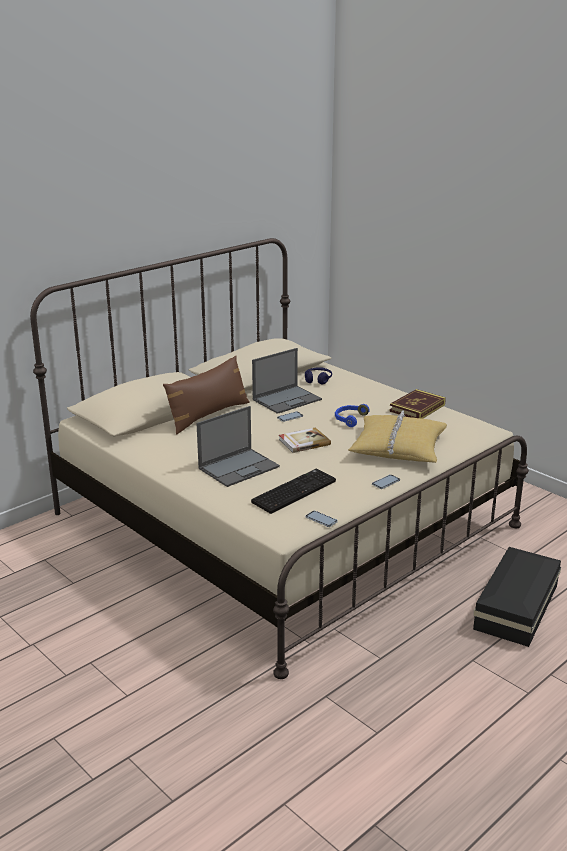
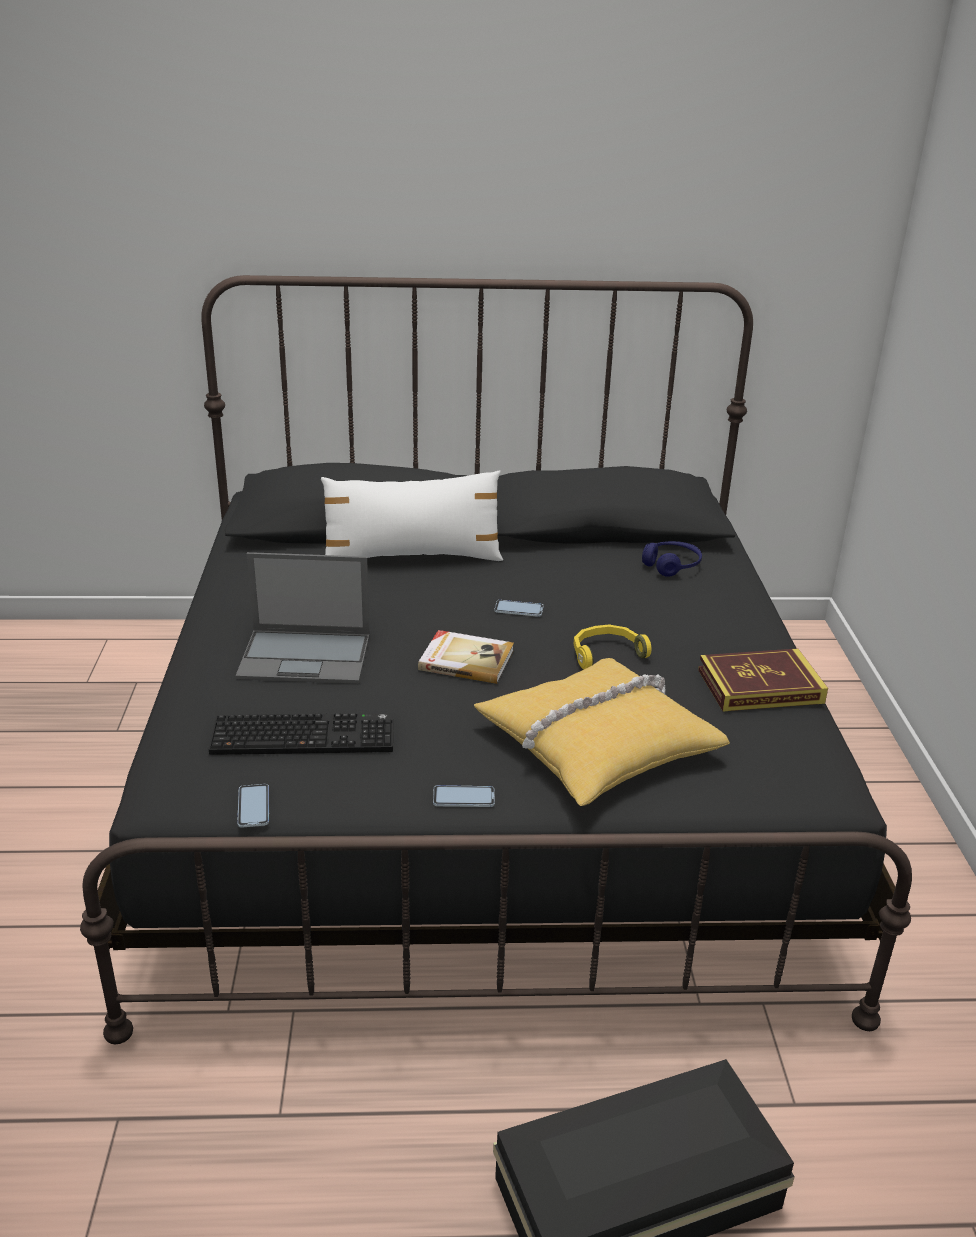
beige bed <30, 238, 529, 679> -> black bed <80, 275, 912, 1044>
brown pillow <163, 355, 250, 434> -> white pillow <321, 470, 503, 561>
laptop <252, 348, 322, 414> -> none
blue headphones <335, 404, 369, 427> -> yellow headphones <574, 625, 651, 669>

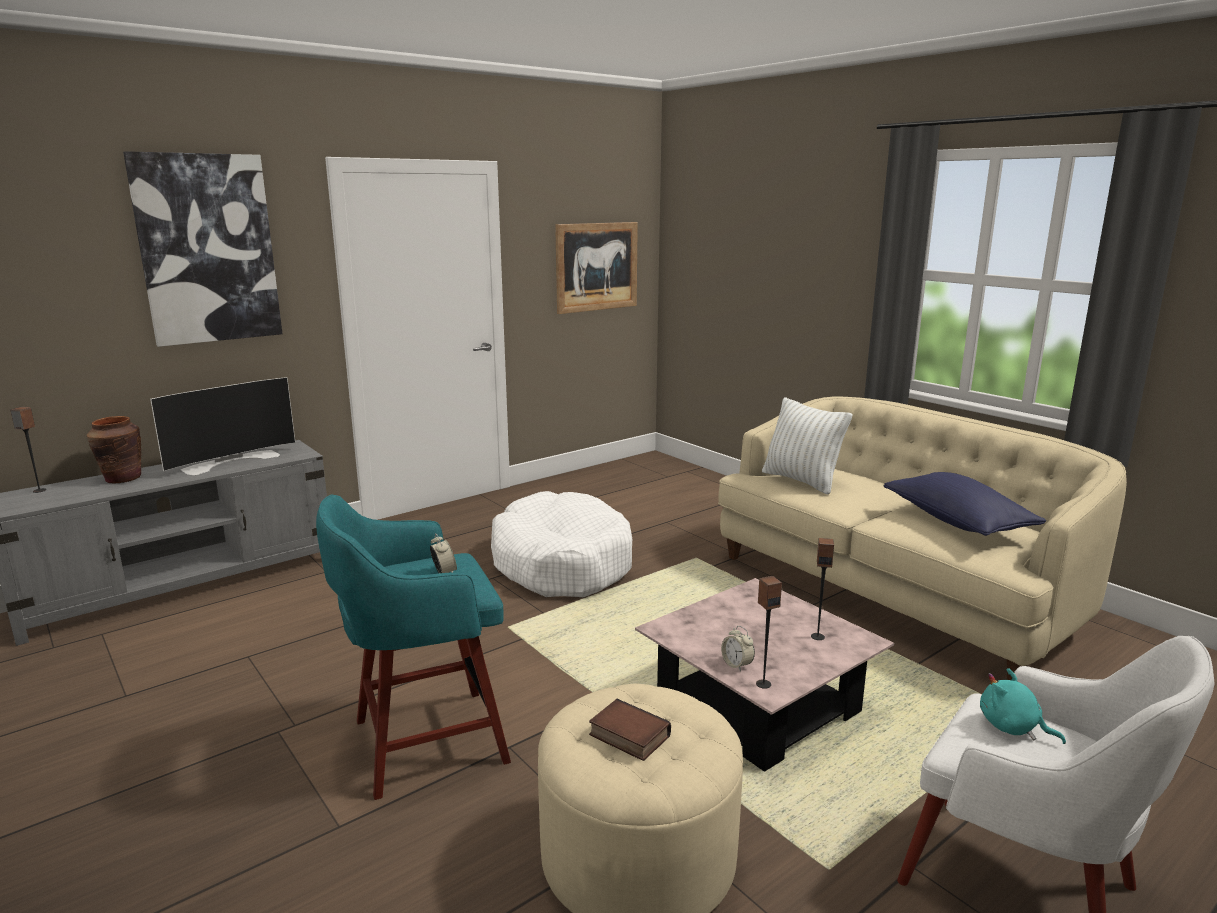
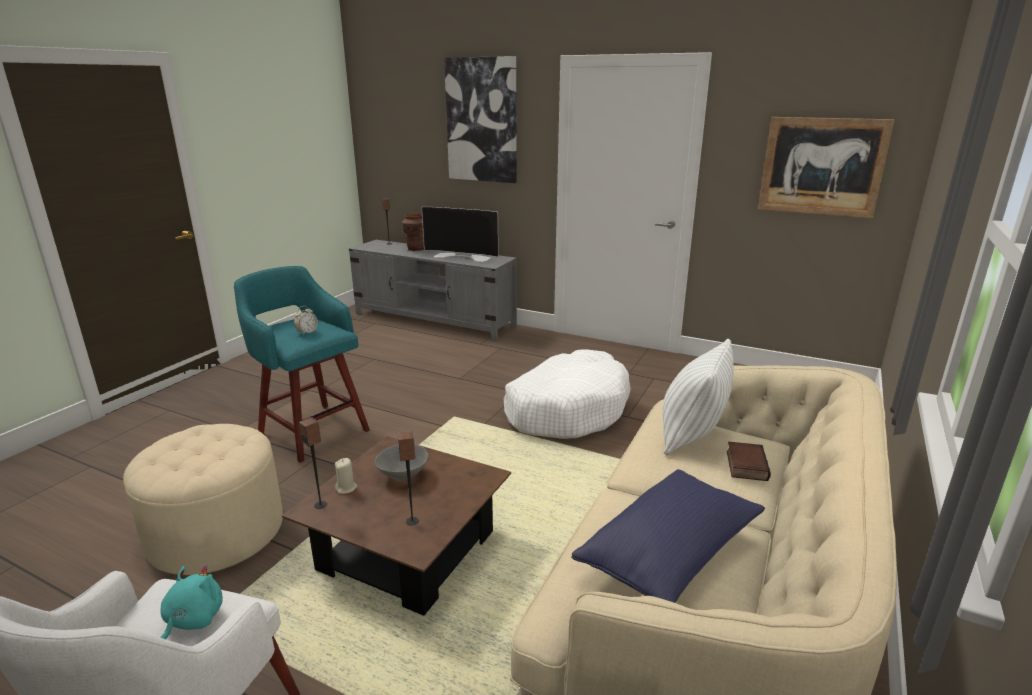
book <589, 699, 671, 761> -> book <727, 442, 771, 481>, shifted
pink coffee table <635, 578, 894, 772> -> brown coffee table <282, 436, 511, 616>
alarm clock <721, 626, 755, 672> -> beige candle <335, 458, 357, 494>
none -> grey bowl <375, 444, 428, 482>

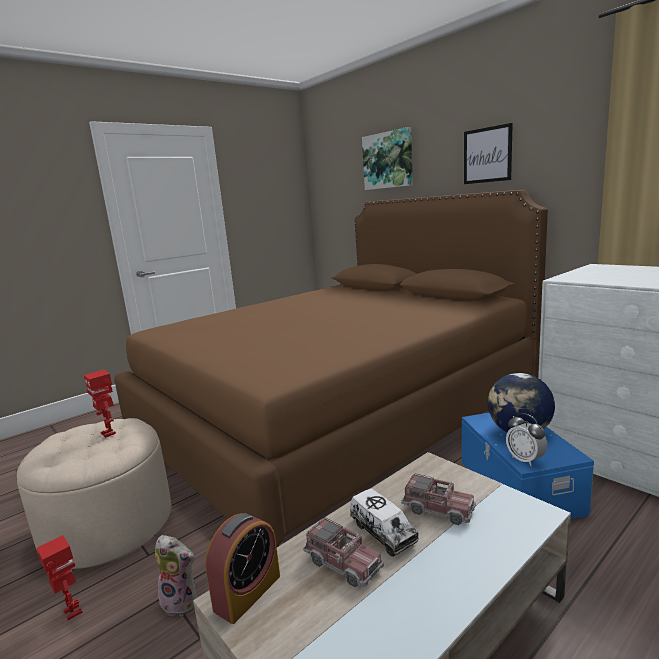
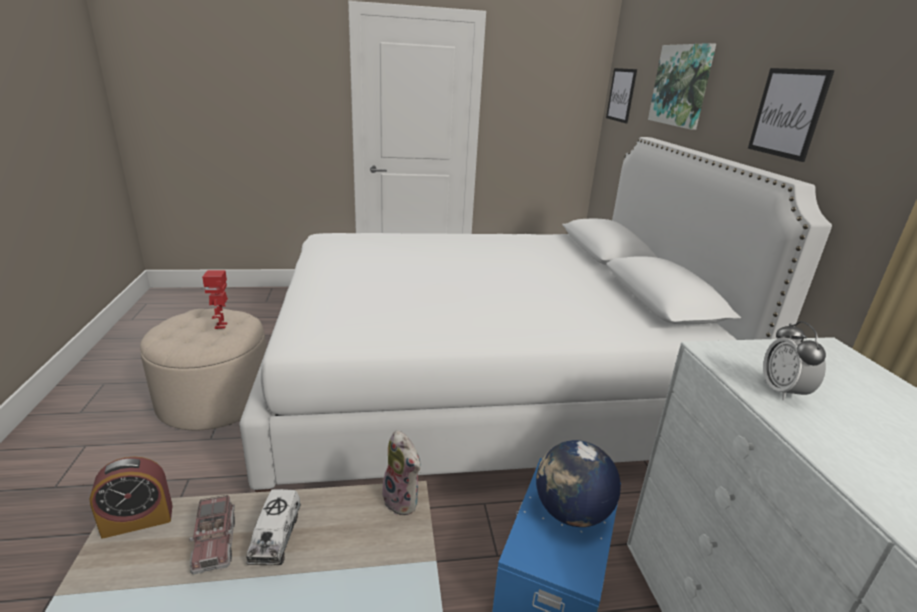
toy robot <37, 535, 83, 620> -> none
brown bed <114, 190, 548, 547> -> white bed <239, 137, 832, 492>
plush toy <155, 535, 197, 616> -> plush toy <382, 430, 421, 516>, shifted
toy truck <401, 473, 476, 525> -> none
alarm clock <506, 413, 547, 467> -> alarm clock <763, 321, 826, 401>, shifted
none -> picture <606, 68, 637, 123>

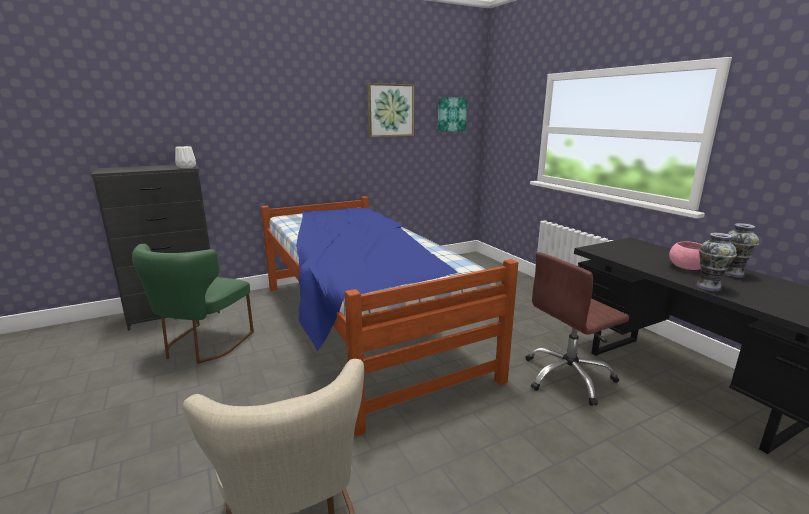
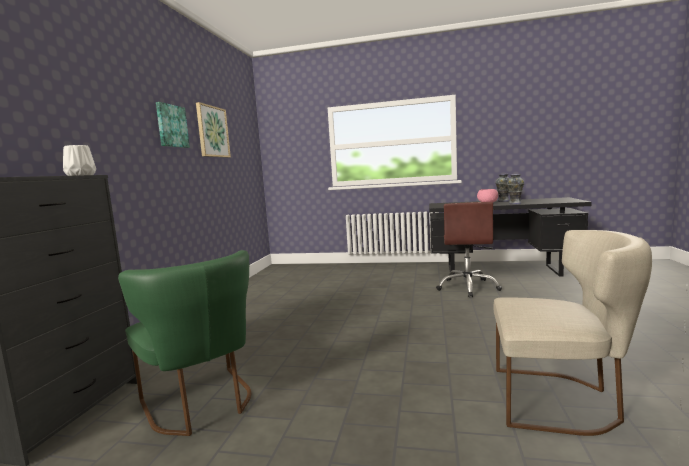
bed <261, 196, 518, 436> -> none
picture <438, 97, 467, 132> -> picture <156, 102, 190, 148>, shifted

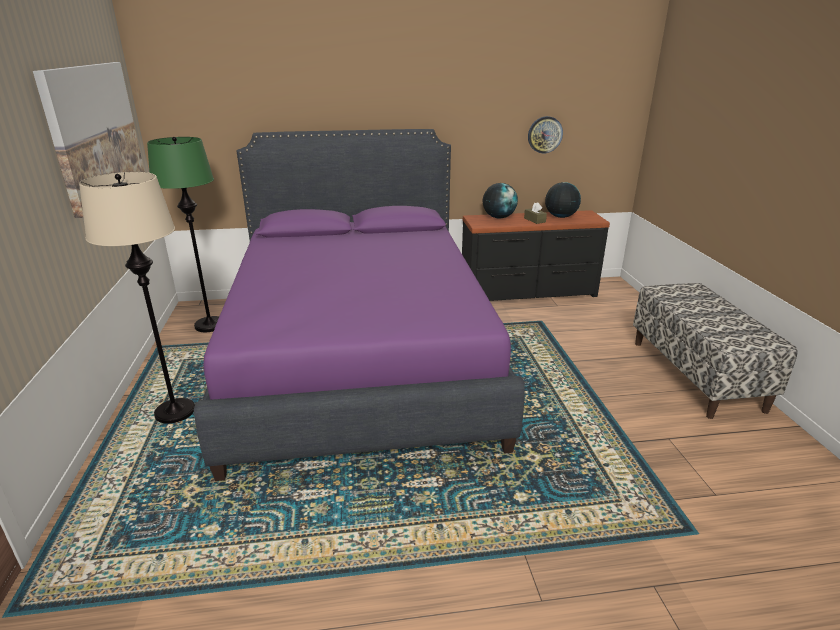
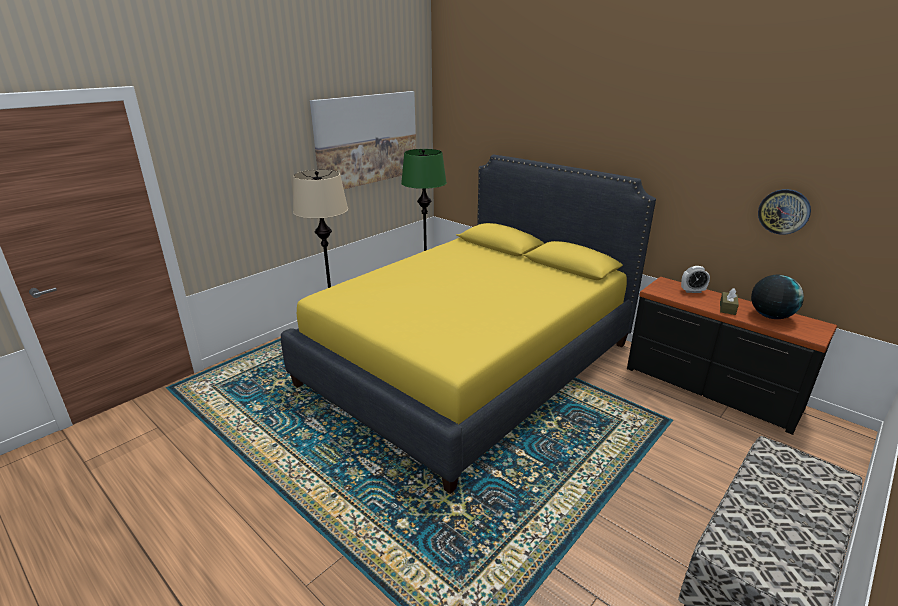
purple bed <194, 129, 525, 481> -> yellow bed <281, 154, 656, 494>
globe <483, 183, 518, 219> -> alarm clock <681, 266, 710, 293>

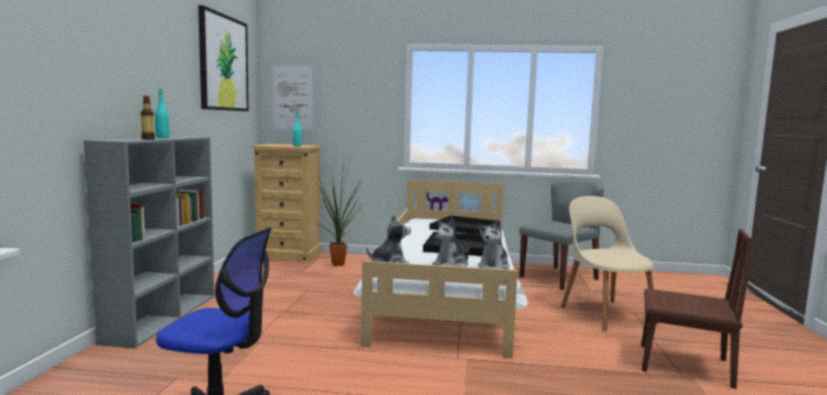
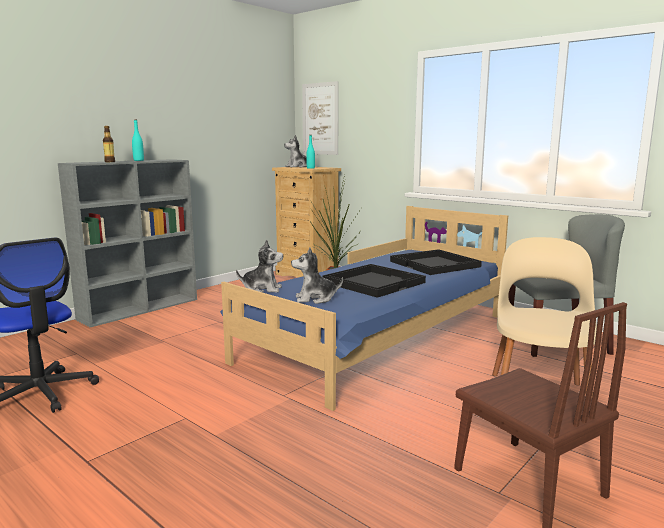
picture <198, 5, 249, 111> -> none
white bed <353, 179, 528, 359> -> blue bed <220, 206, 508, 411>
plush toy <478, 219, 510, 269> -> plush toy <284, 135, 307, 167>, shifted

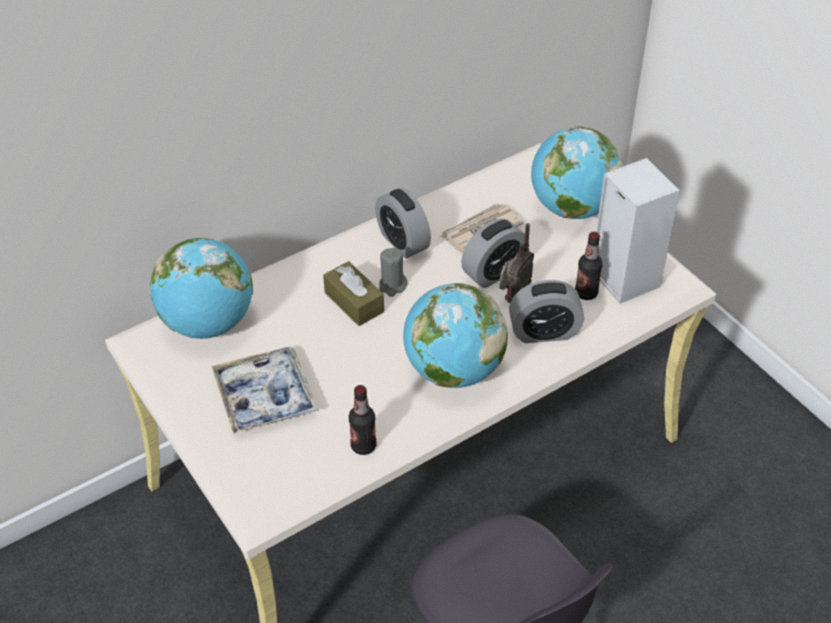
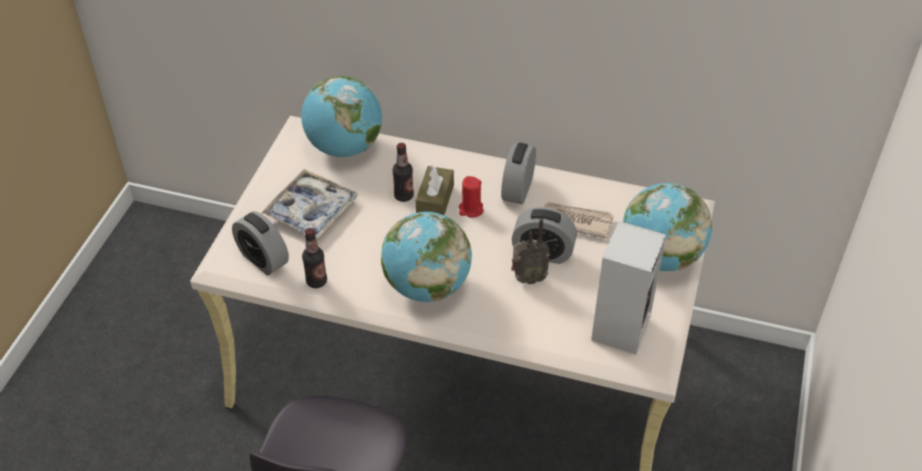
grey candle <379, 248, 407, 297> -> red candle <459, 176, 483, 218>
alarm clock <509, 280, 584, 343> -> alarm clock <232, 211, 289, 275>, shifted
bottle <575, 232, 603, 300> -> bottle <392, 143, 414, 202>, shifted

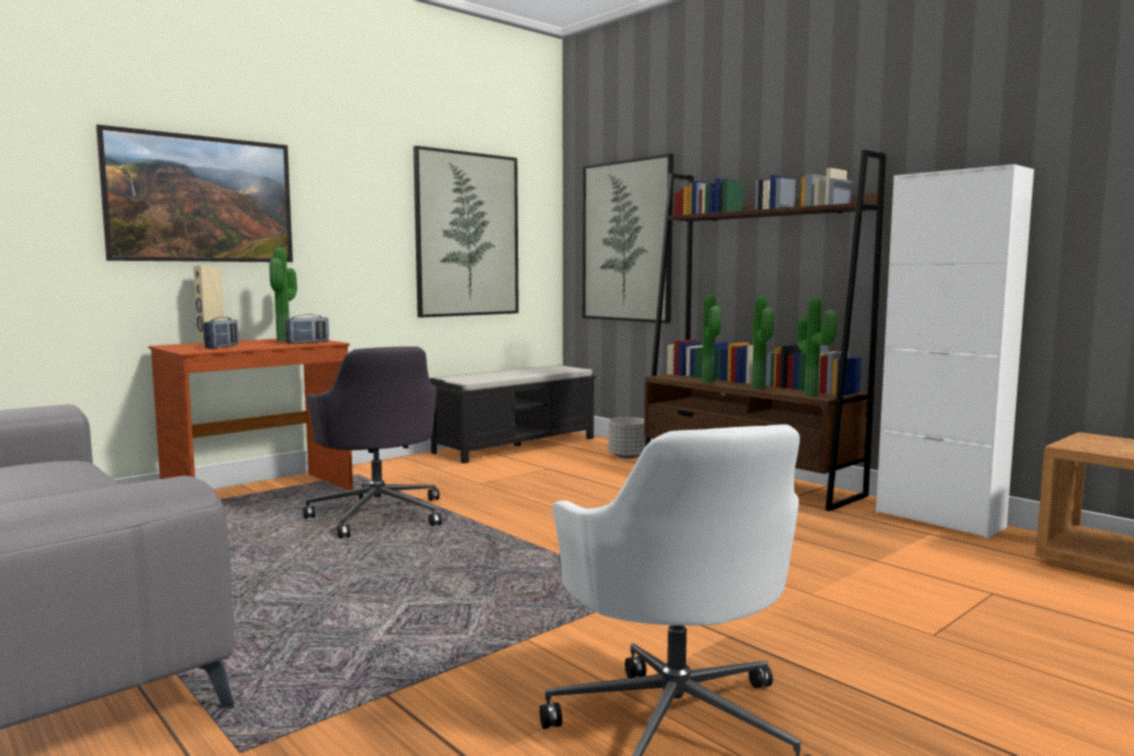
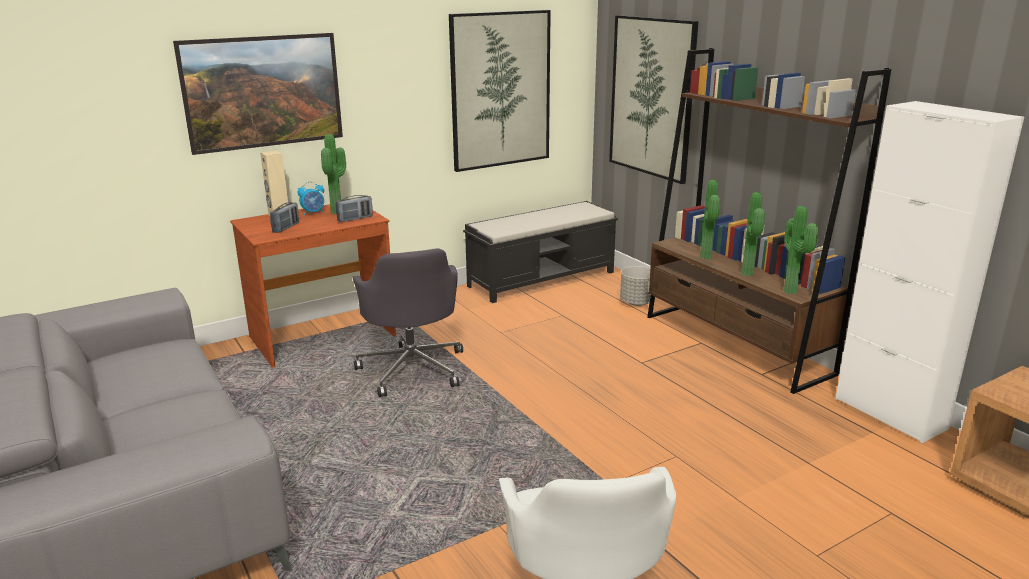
none -> alarm clock <297, 182, 324, 216>

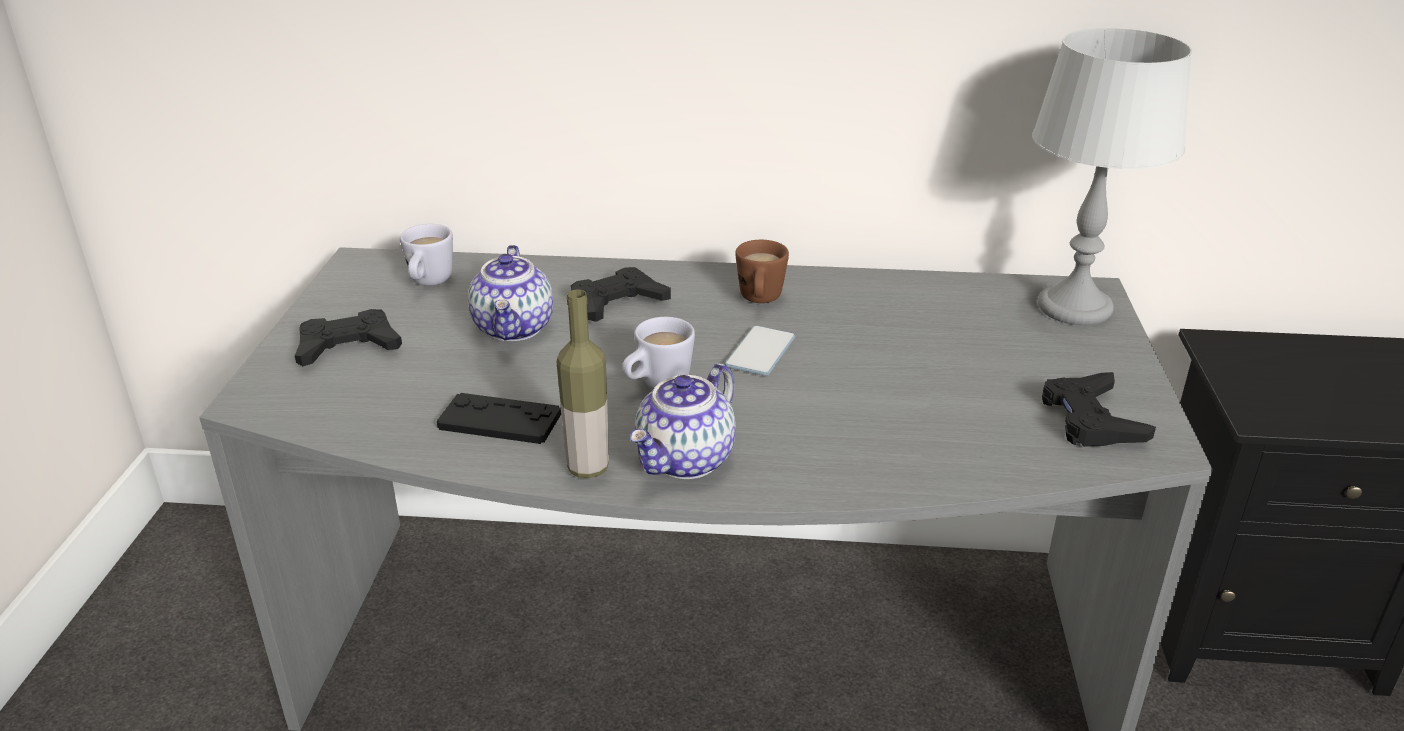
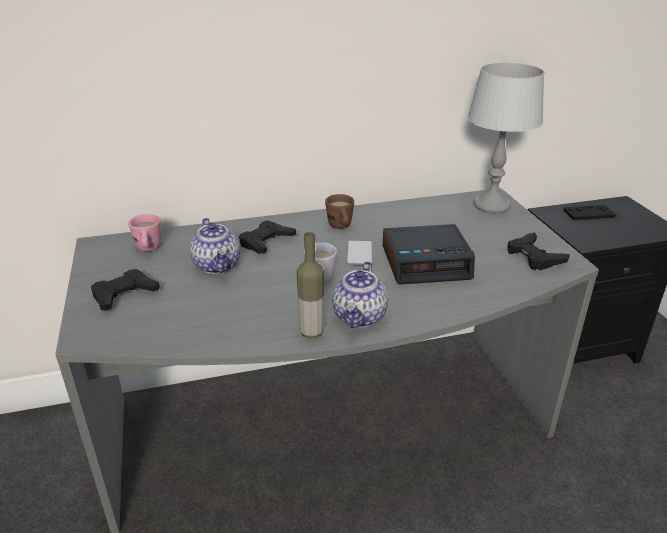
white mug <400, 224, 453, 286> -> pink mug <128, 214, 161, 251>
black game controller <437, 393, 561, 444> -> black game controller <564, 205, 616, 220>, shifted
none -> alarm clock <383, 224, 475, 285>

